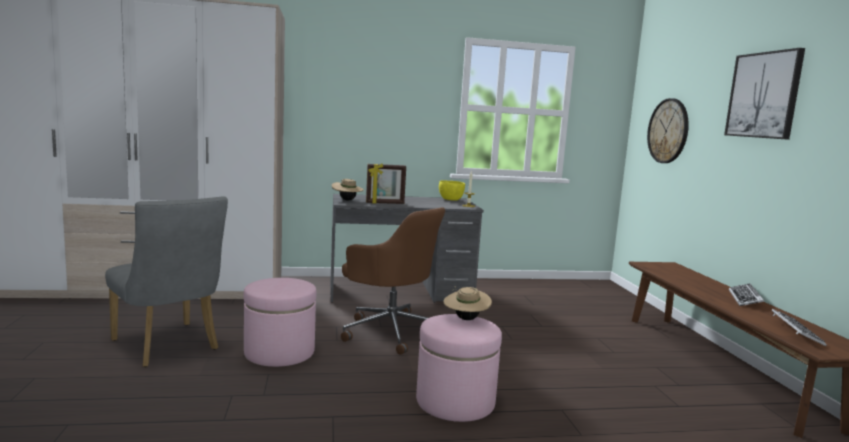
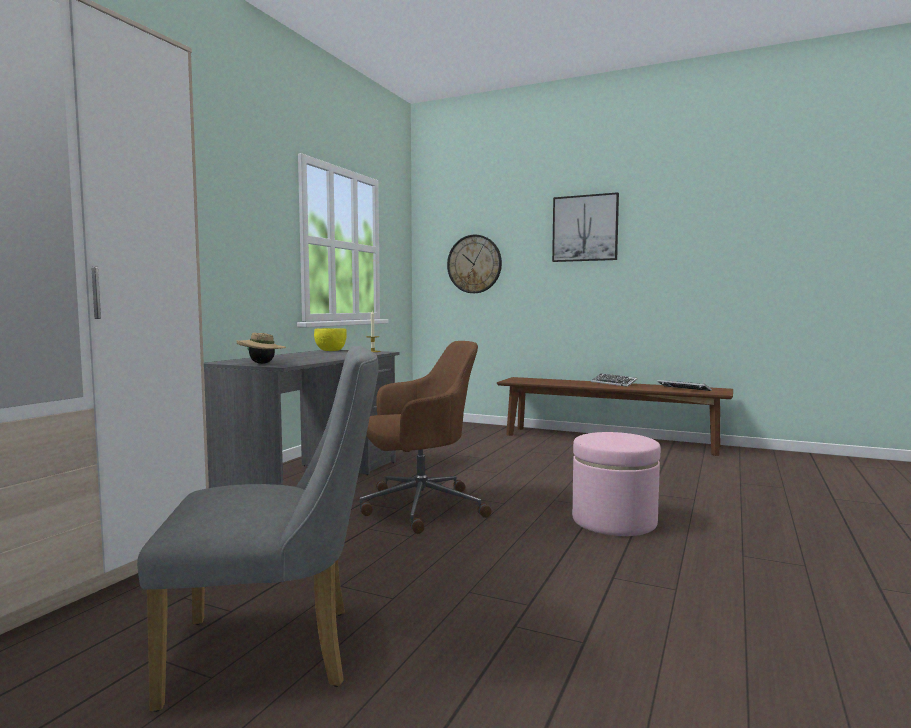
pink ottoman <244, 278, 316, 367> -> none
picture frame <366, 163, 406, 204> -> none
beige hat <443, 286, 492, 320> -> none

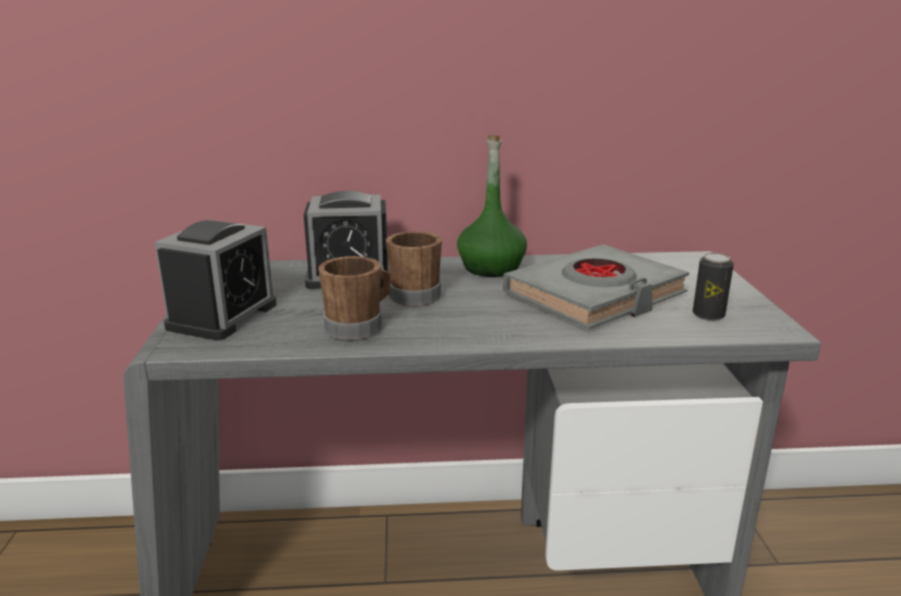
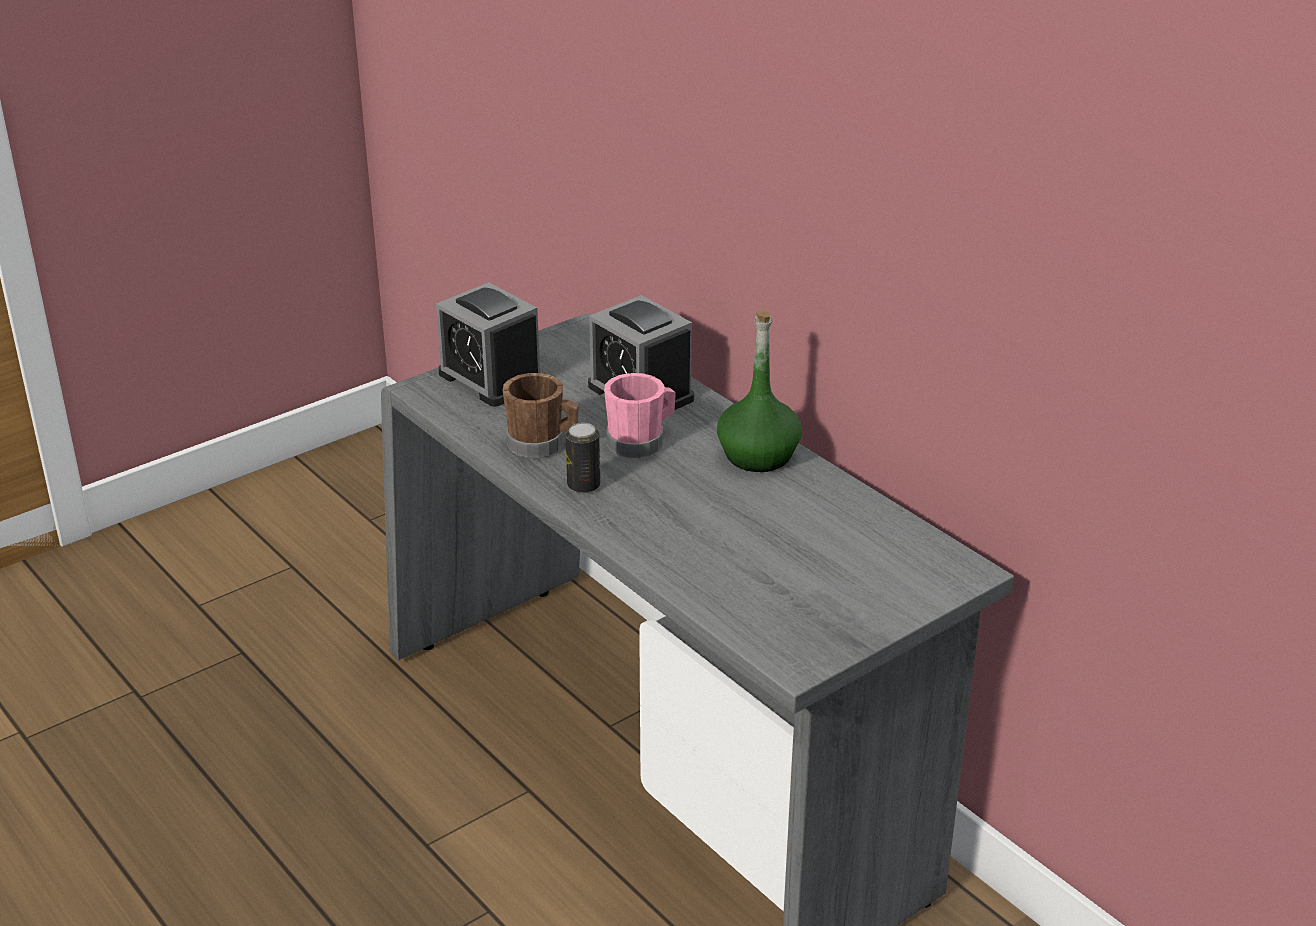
alarm clock <154, 220, 277, 340> -> alarm clock <436, 282, 540, 407>, 60 degrees clockwise
brown mug <386, 231, 442, 306> -> pink mug <604, 373, 676, 458>
grey book <503, 245, 689, 330> -> none
can <693, 253, 734, 321> -> can <566, 423, 600, 493>, shifted

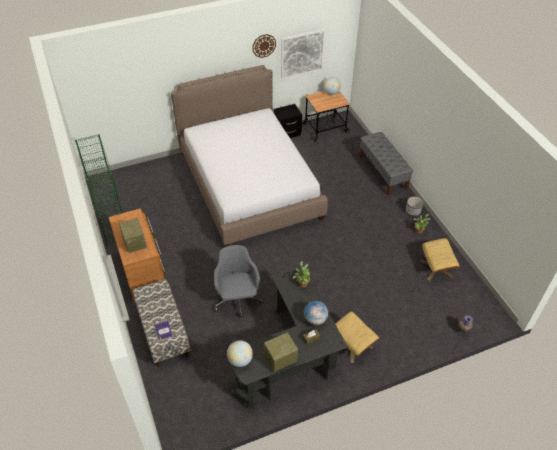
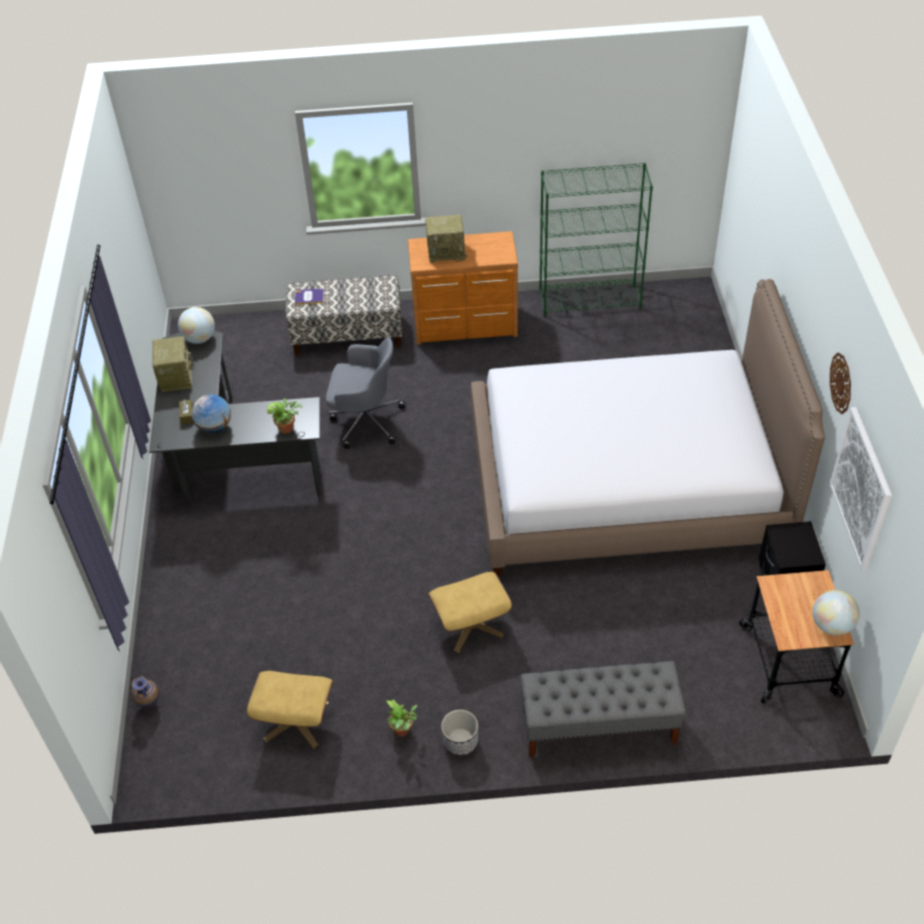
beige ottoman <335, 312, 379, 363> -> beige ottoman <428, 572, 512, 653>, shifted

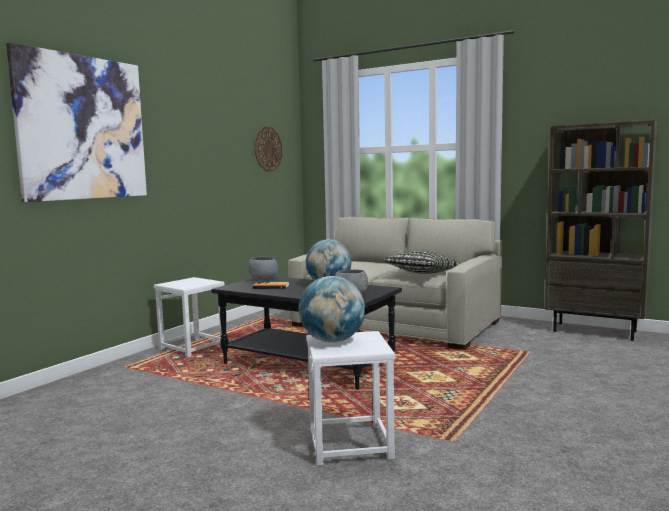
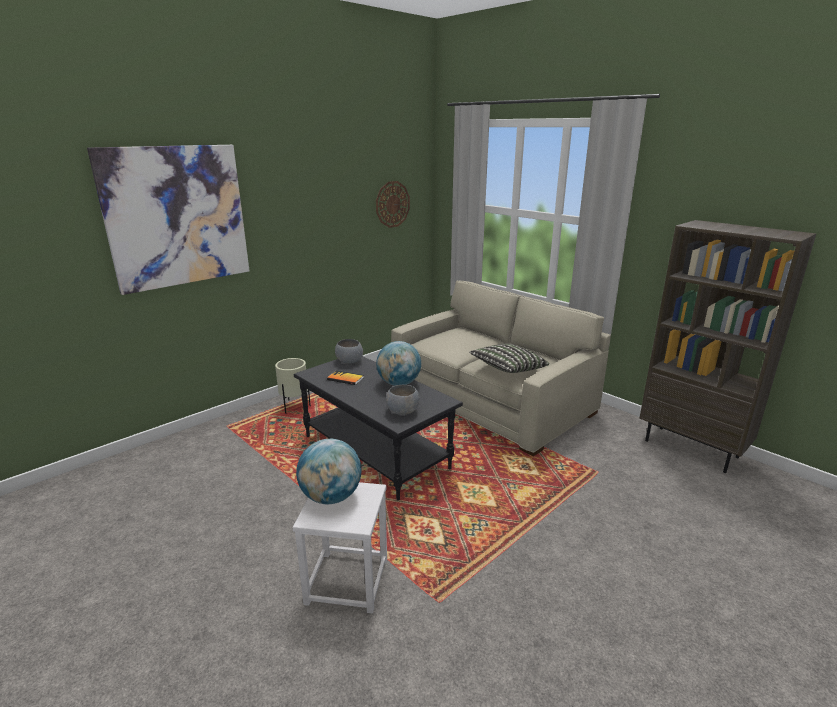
white stool <154, 277, 224, 357> -> beige planter <275, 358, 311, 414>

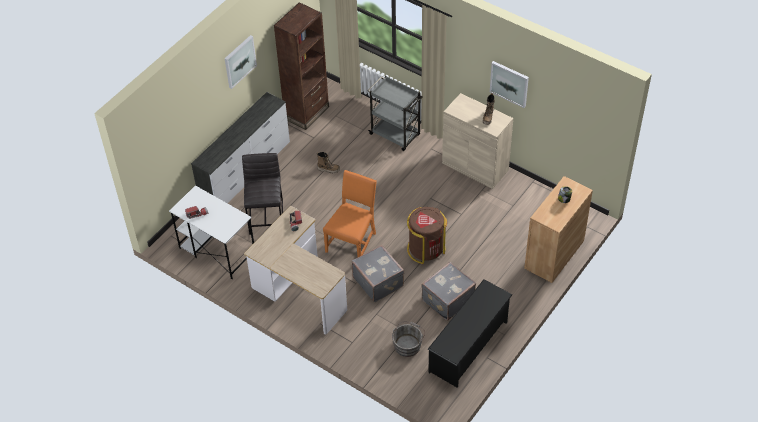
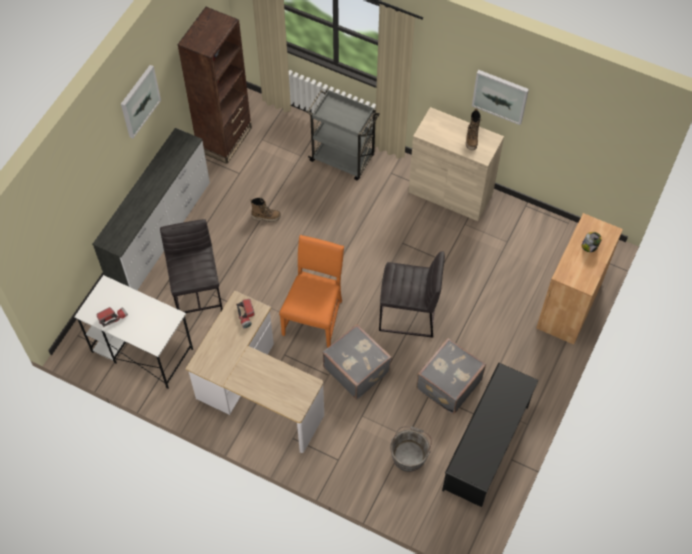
brown trash can <407, 207, 447, 264> -> grey stool <379, 251, 445, 338>

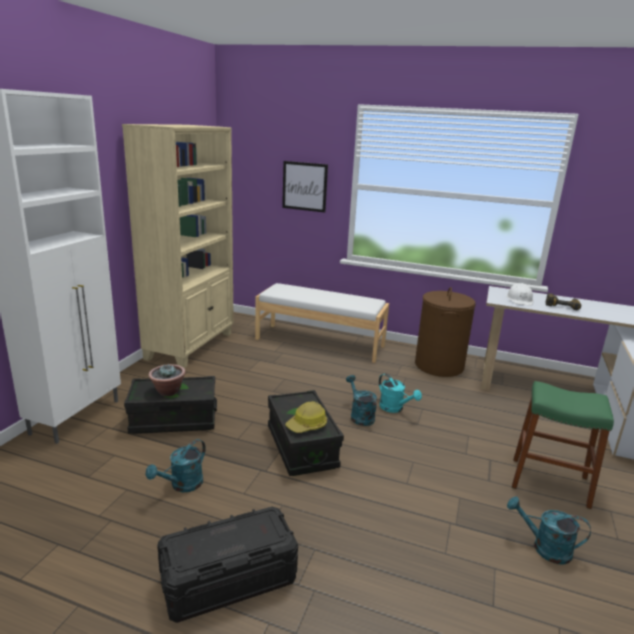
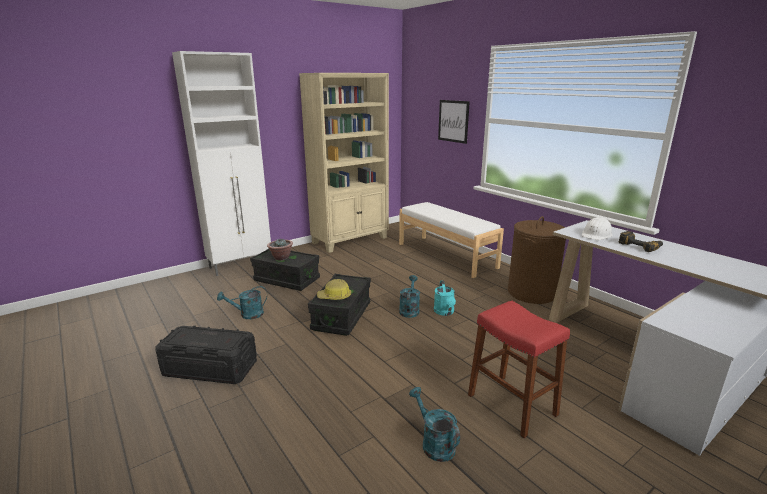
green stool <512, 381, 614, 509> -> red stool <468, 301, 570, 438>

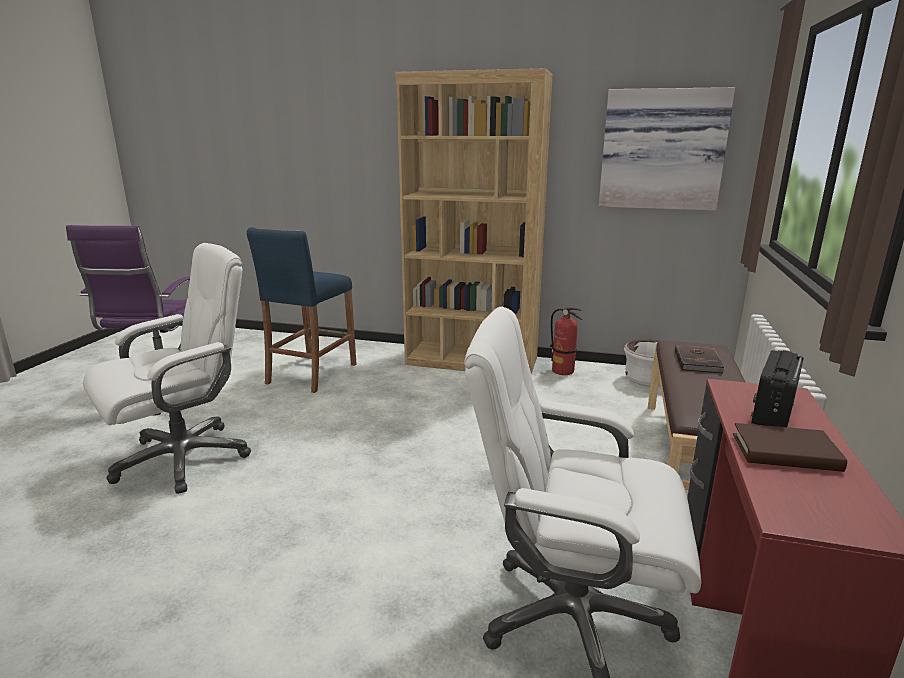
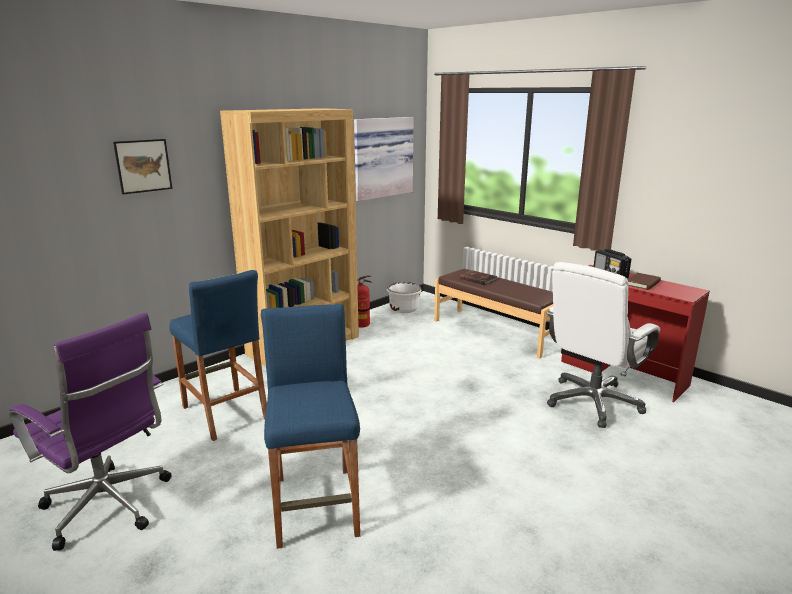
white office chair <83, 243, 251, 494> -> blue stool <261, 304, 360, 549>
none -> picture <113, 139, 172, 194>

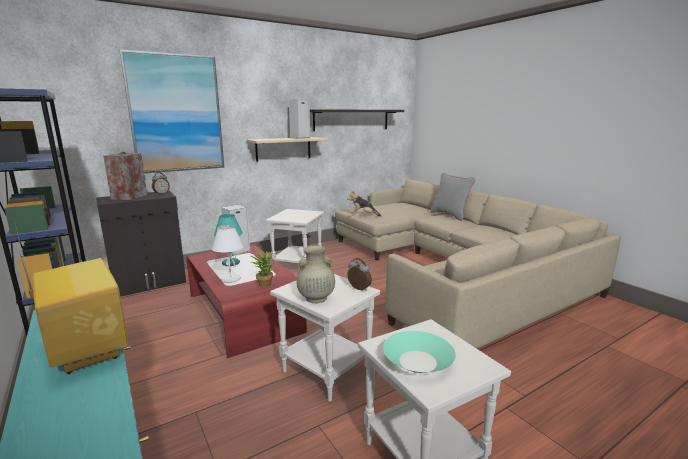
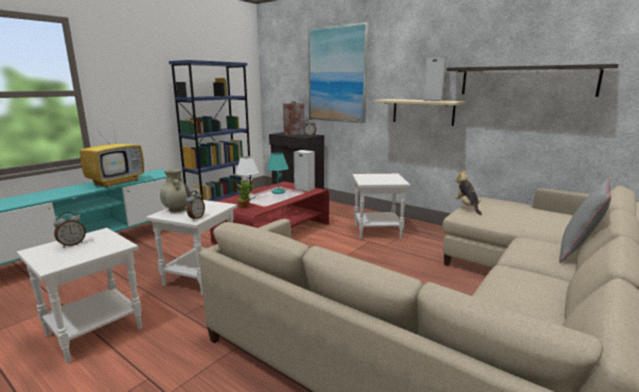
turquoise bowl <383, 331, 456, 373> -> alarm clock <54, 212, 86, 248>

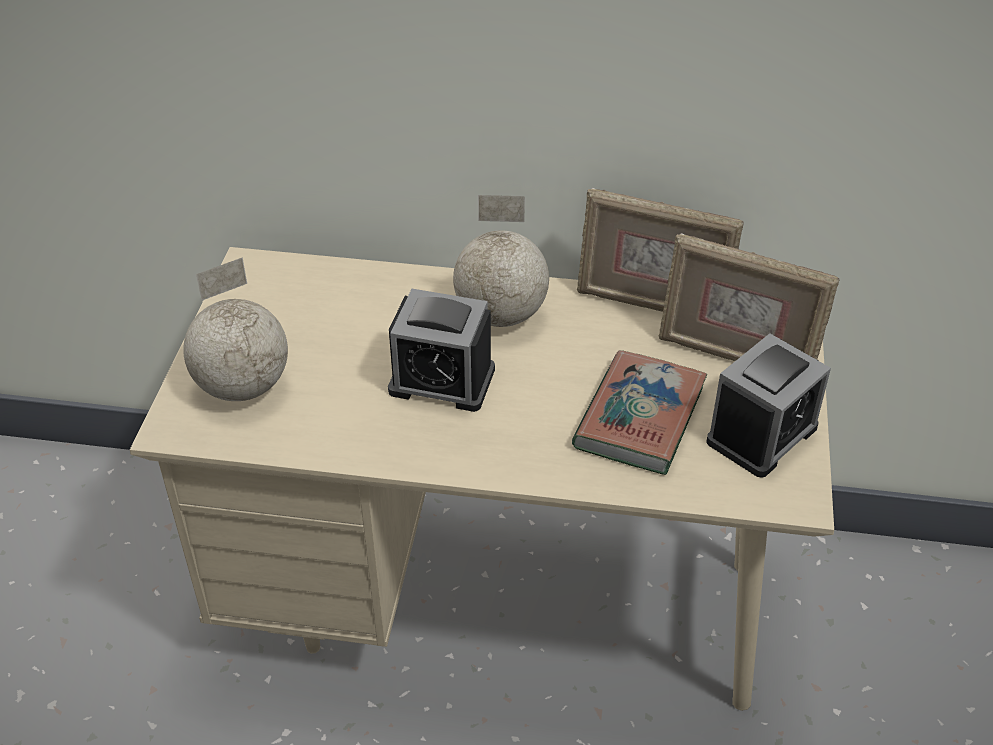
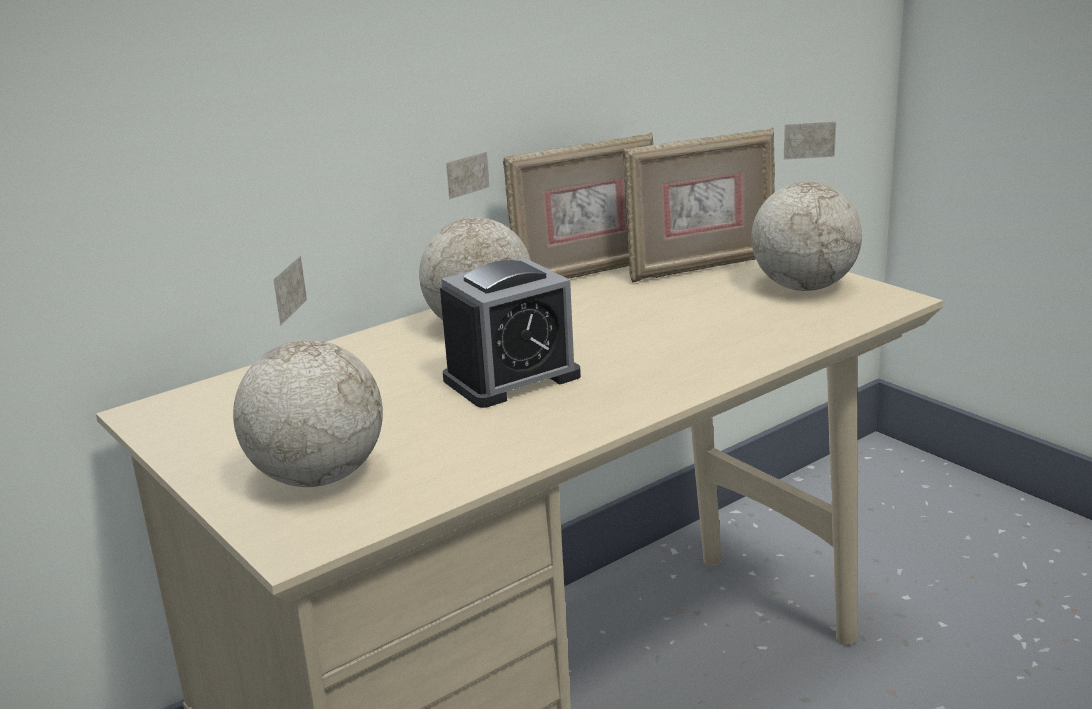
book <572, 350, 707, 475> -> none
alarm clock <706, 333, 831, 478> -> globe <751, 122, 862, 291>

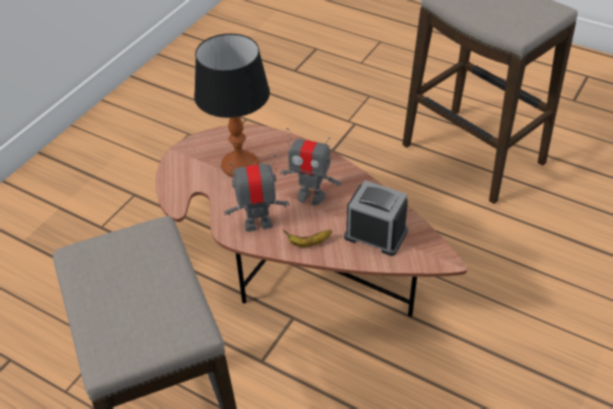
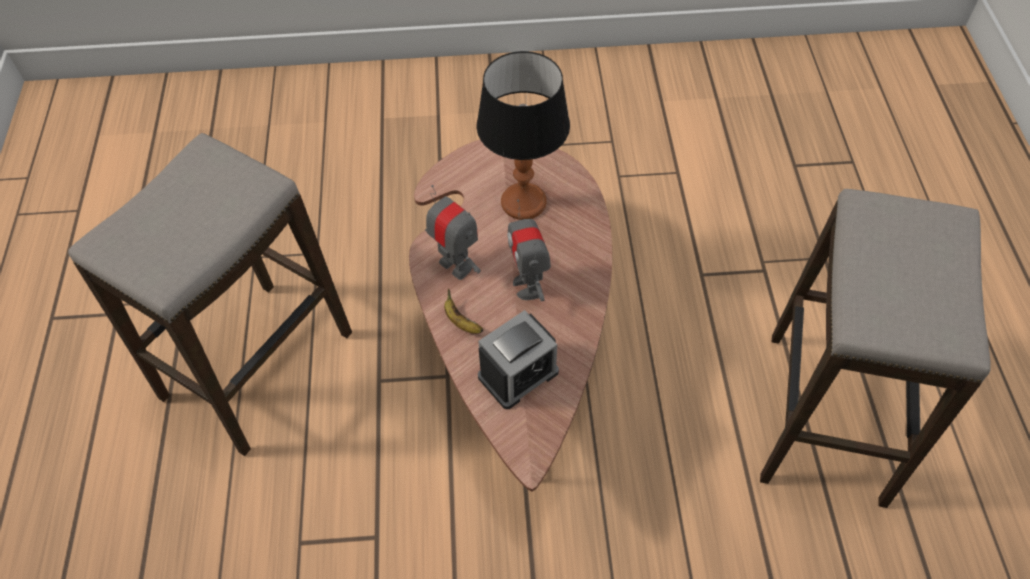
alarm clock <344, 180, 408, 256> -> alarm clock <478, 310, 559, 409>, 60 degrees clockwise

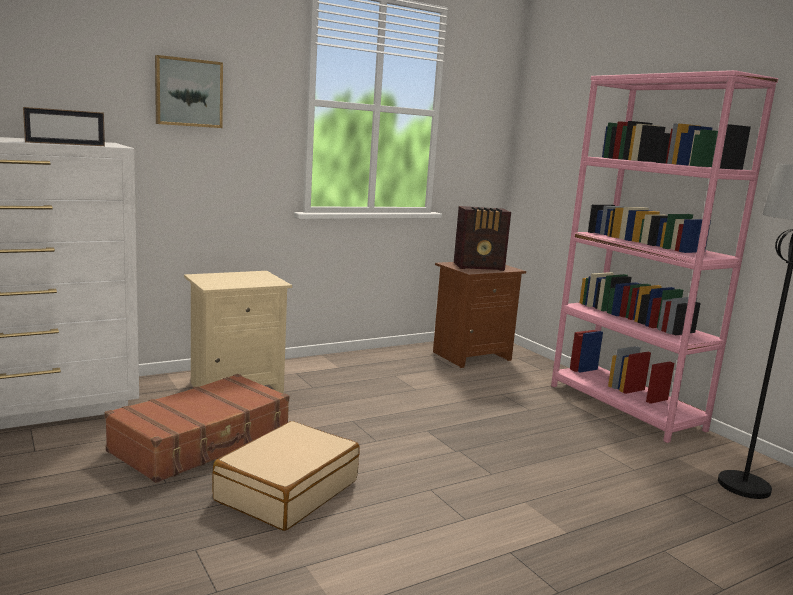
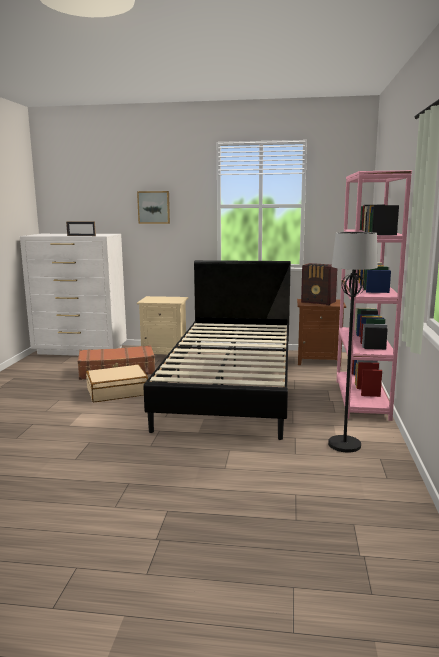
none -> black bed <143, 260, 291, 440>

